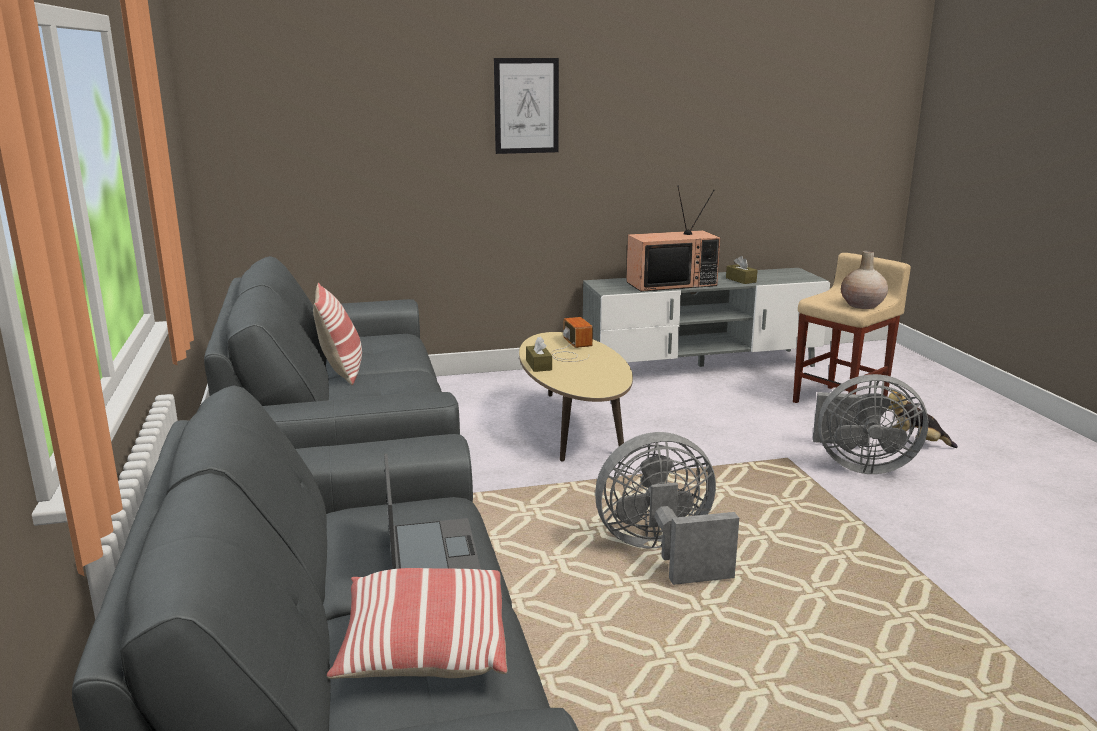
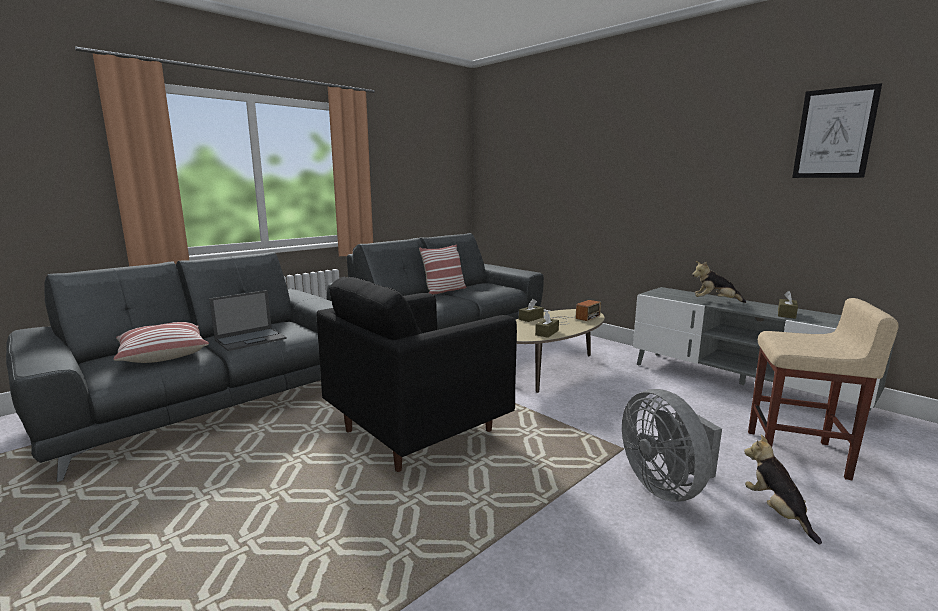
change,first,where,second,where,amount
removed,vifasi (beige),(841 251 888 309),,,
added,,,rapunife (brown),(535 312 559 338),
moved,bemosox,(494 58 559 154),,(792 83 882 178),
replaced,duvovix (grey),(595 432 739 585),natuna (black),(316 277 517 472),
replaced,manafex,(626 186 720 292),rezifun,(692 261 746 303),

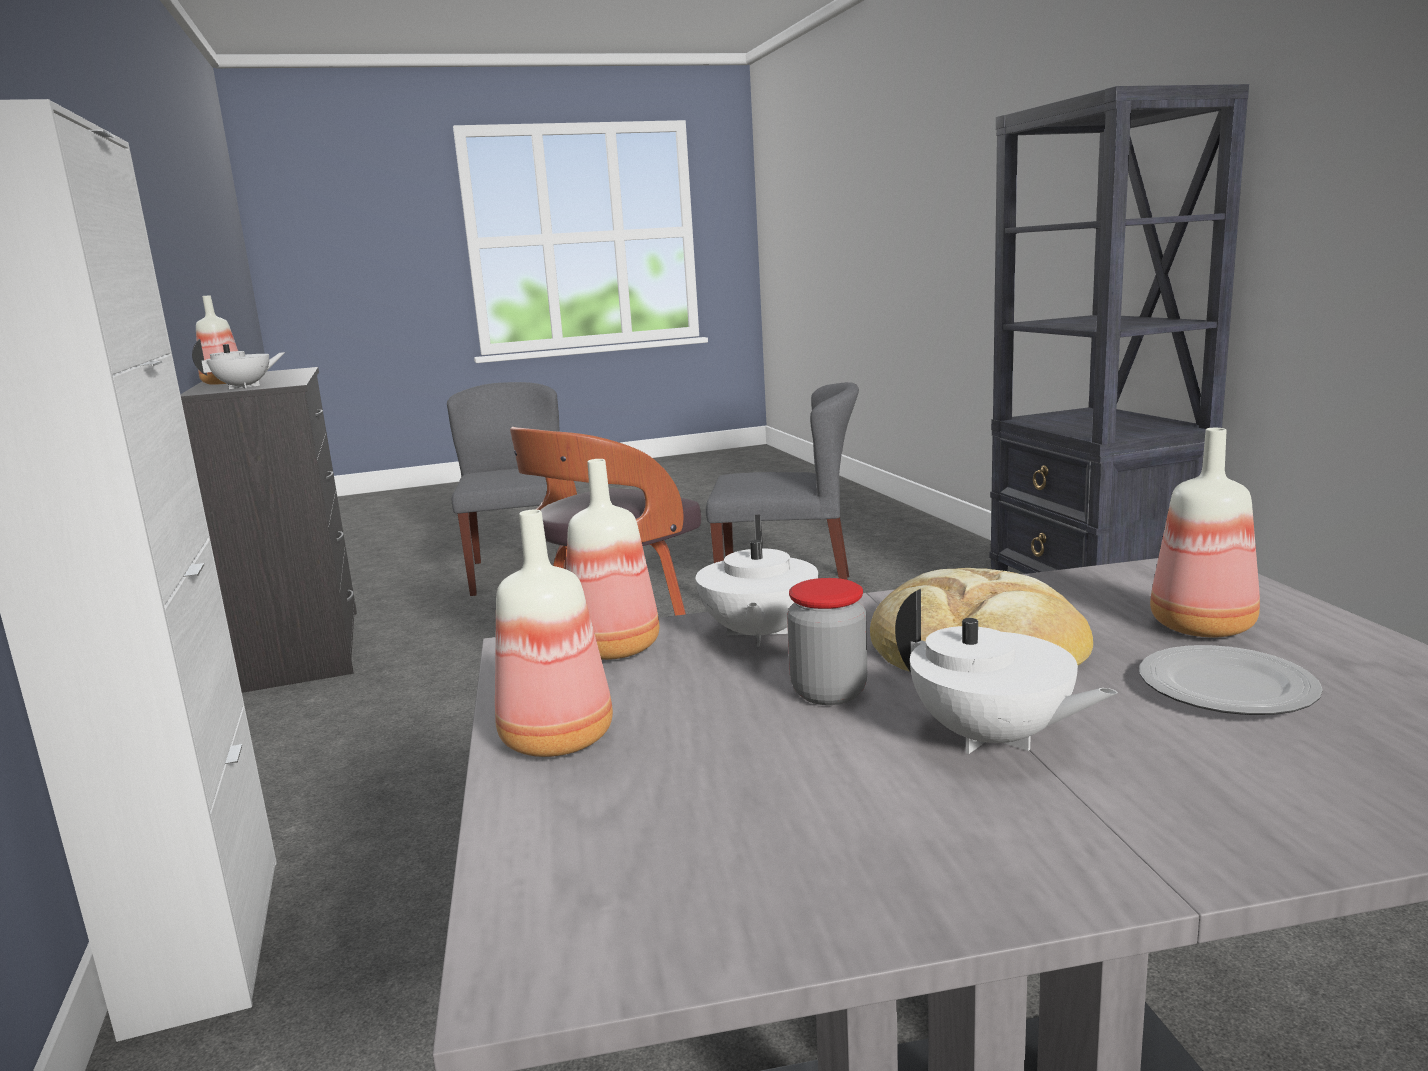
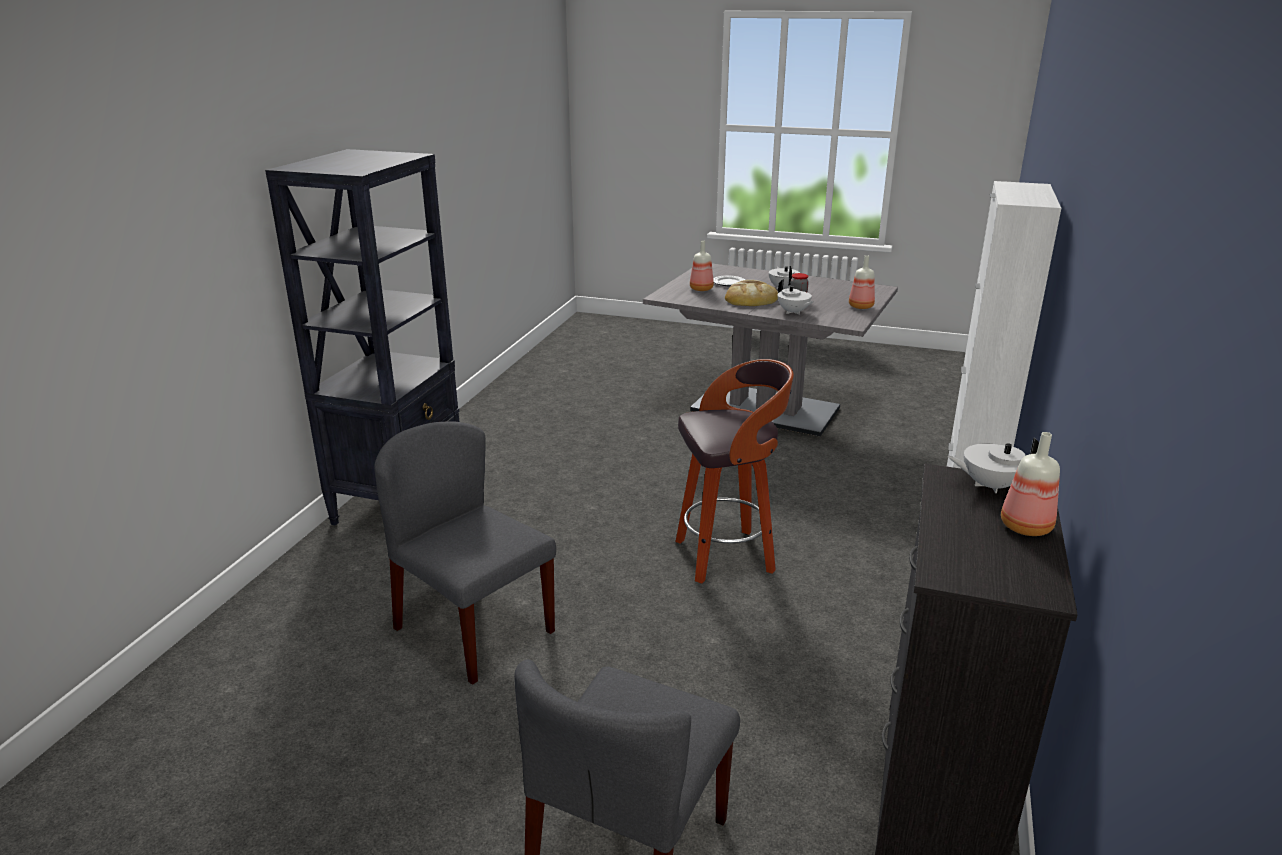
change,first,where,second,where,amount
removed,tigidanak,(566 459 659 660),,,
turned,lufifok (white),(695 515 818 647),,(778 279 813 315),105 degrees clockwise

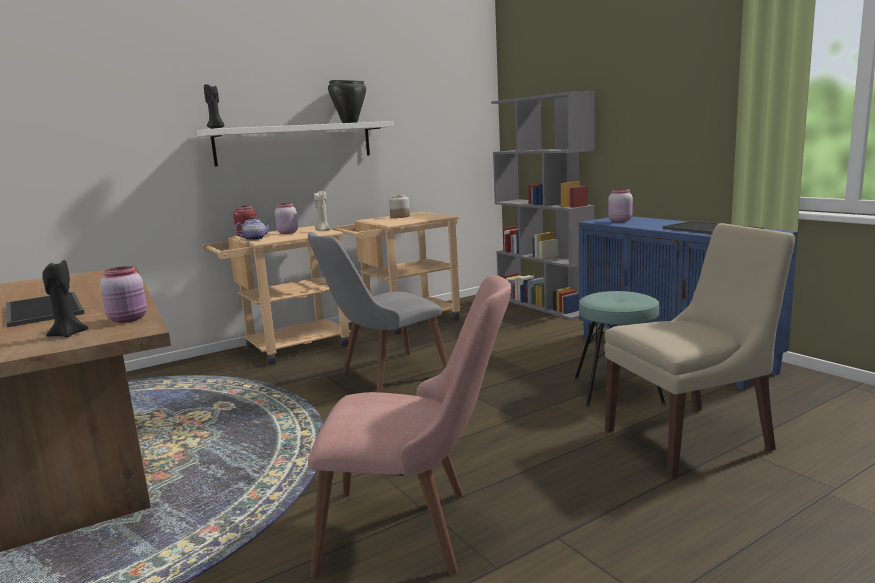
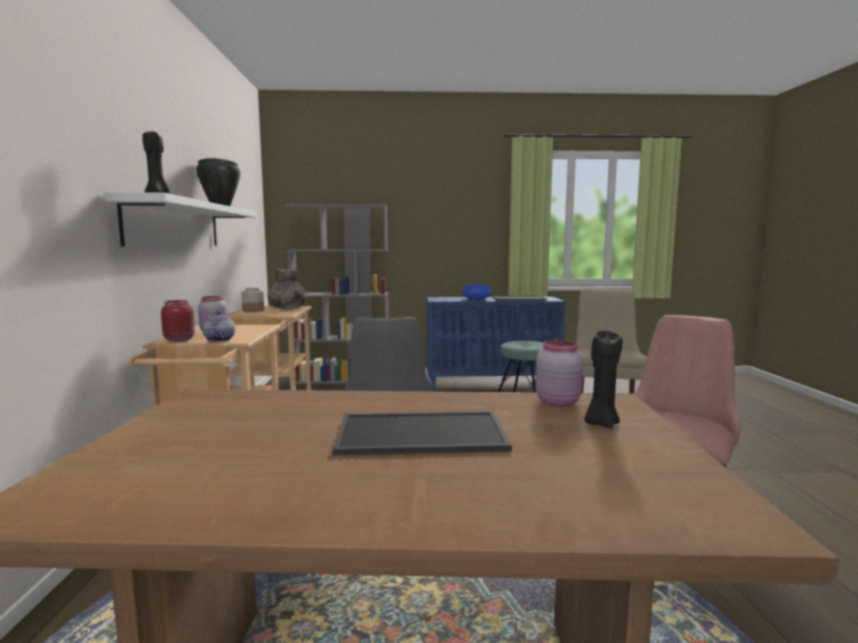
change,first,where,second,where,amount
removed,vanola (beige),(314 191 330 231),,,
removed,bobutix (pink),(608 189 633 222),,,
added,,,vifasi (grey),(267 269 307 309),
added,,,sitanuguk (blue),(462 284 491 300),

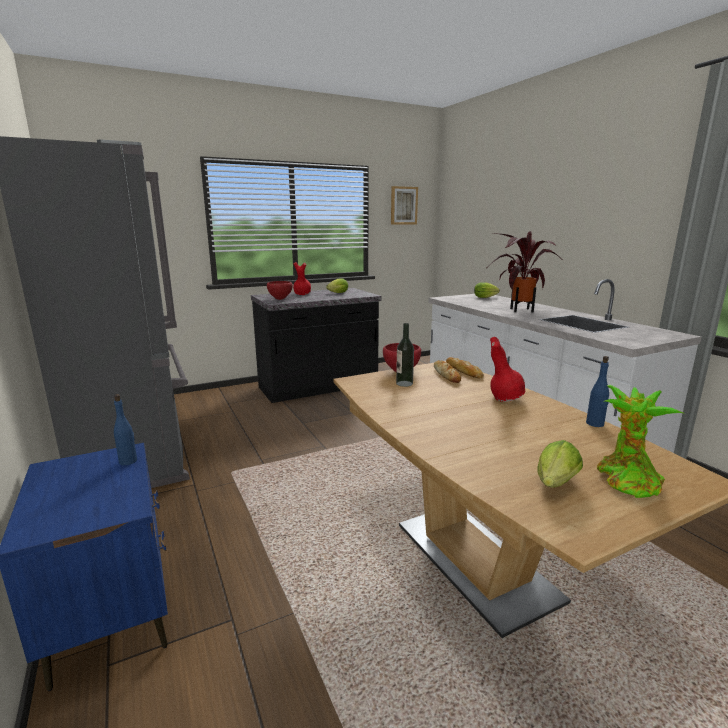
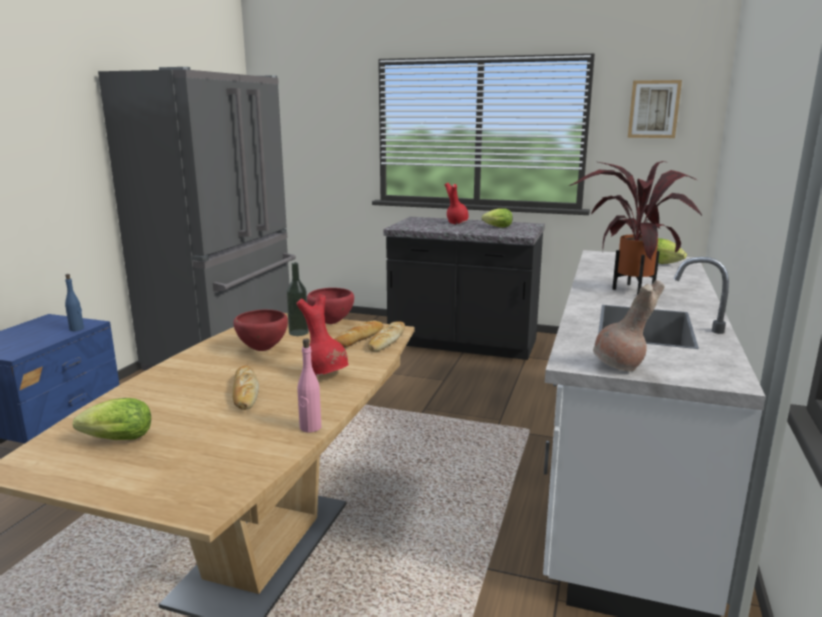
change,first,where,second,where,amount
removed,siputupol,(597 385 683 498),,,
added,,,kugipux,(232 366 259 410),
added,,,vifasi (brown),(593 280 665 372),
moved,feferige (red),(267 281 293 300),,(233 310 288 351),
recoloured,tigidanak (blue),(586 356 609 427),tigidanak (pink),(298 339 321 433),

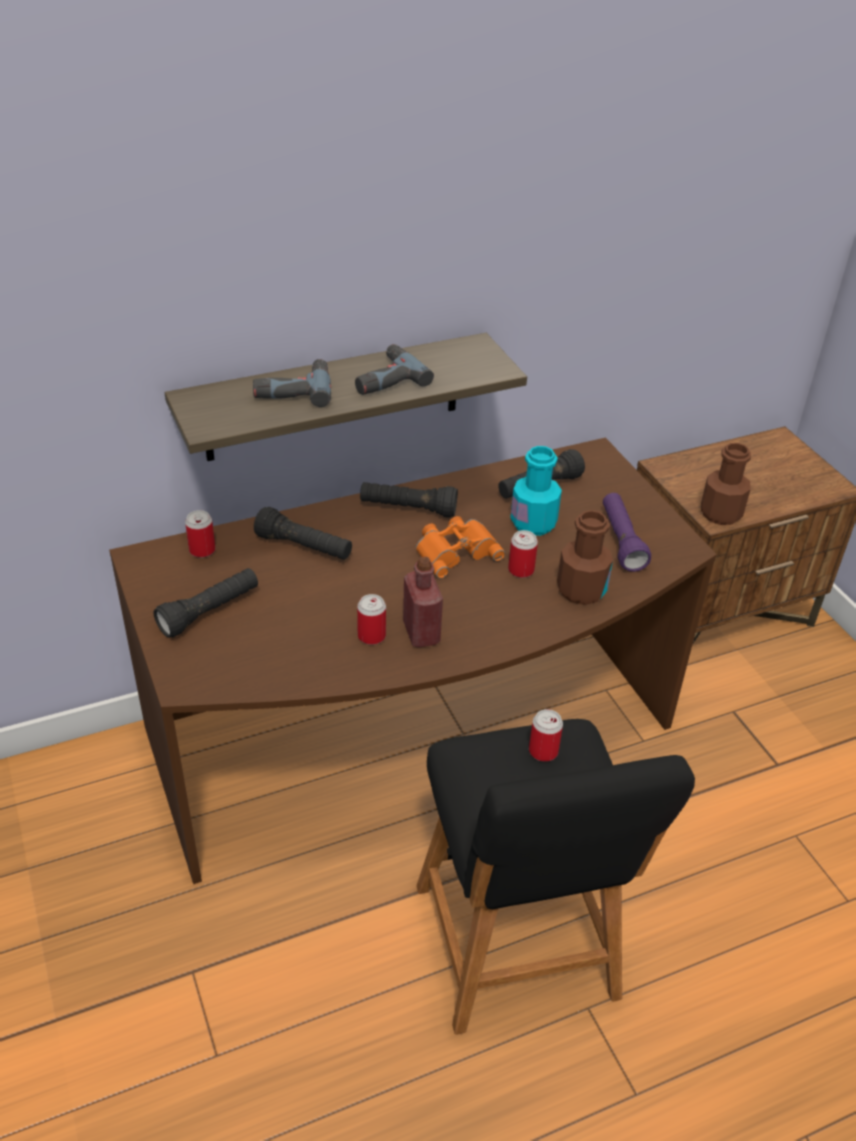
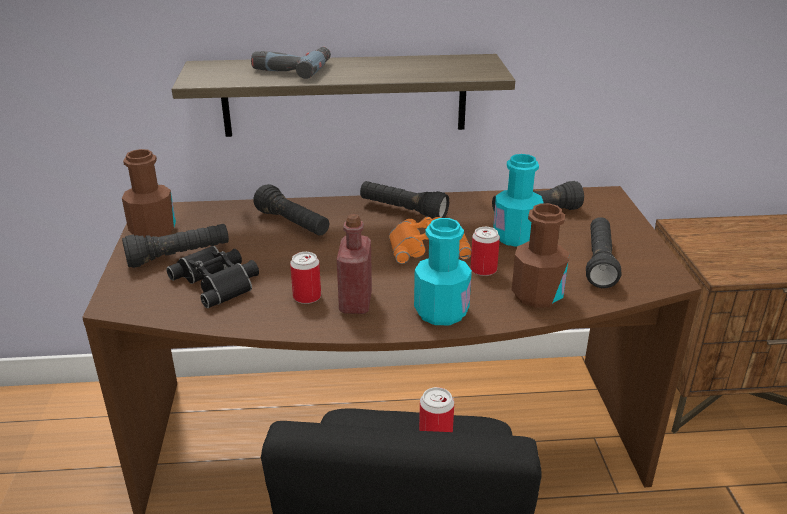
change,first,where,second,where,amount
removed,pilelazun,(185 510 215 558),,,
removed,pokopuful,(355 344 434 395),,,
added,,,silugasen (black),(166 246 259 308),
added,,,tigidanak (turquoise),(414 218 472 325),
moved,tigidanak (brown),(701 443 751 525),,(122 149 176 238),
recoloured,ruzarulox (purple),(603 493 651 572),ruzarulox (black),(586 217 621 288),

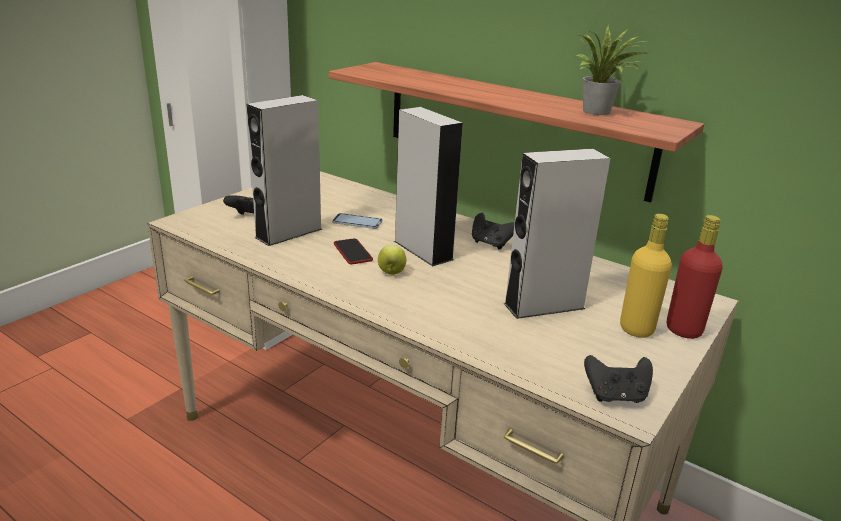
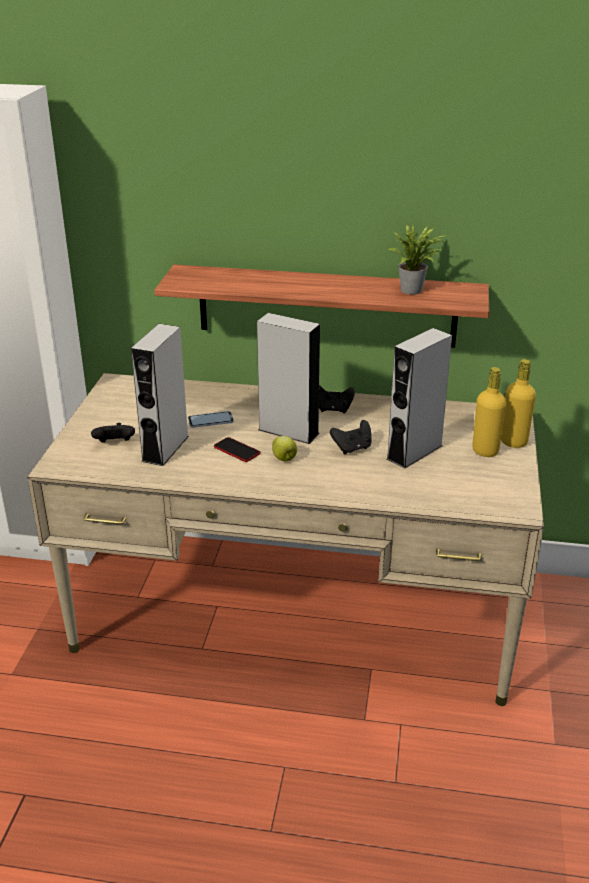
change,first,where,second,where,amount
moved,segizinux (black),(584 355 653 403),,(330 420 372 454),
recoloured,tigidanak (red),(667 215 723 339),tigidanak (yellow),(501 359 536 448),

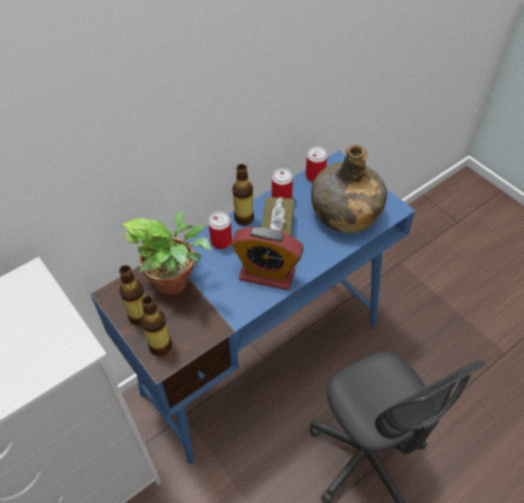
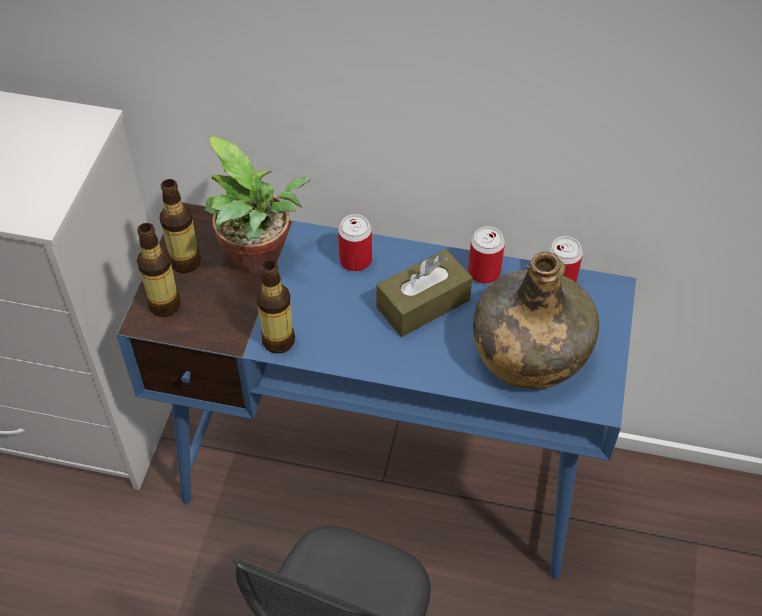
change,first,where,second,where,amount
removed,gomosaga,(231 227 304 290),,,
moved,tigidanak,(232 164 254 226),,(256 260 295 354),

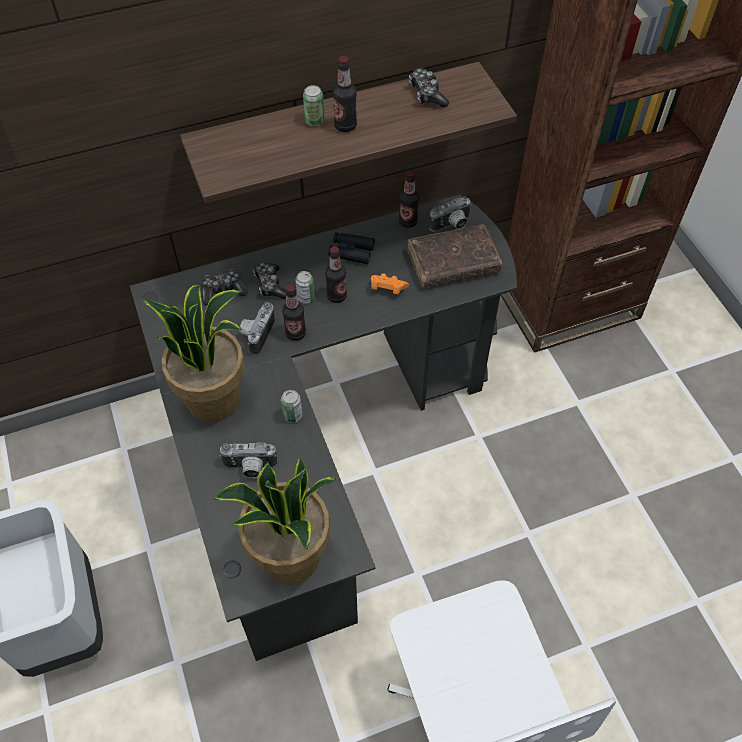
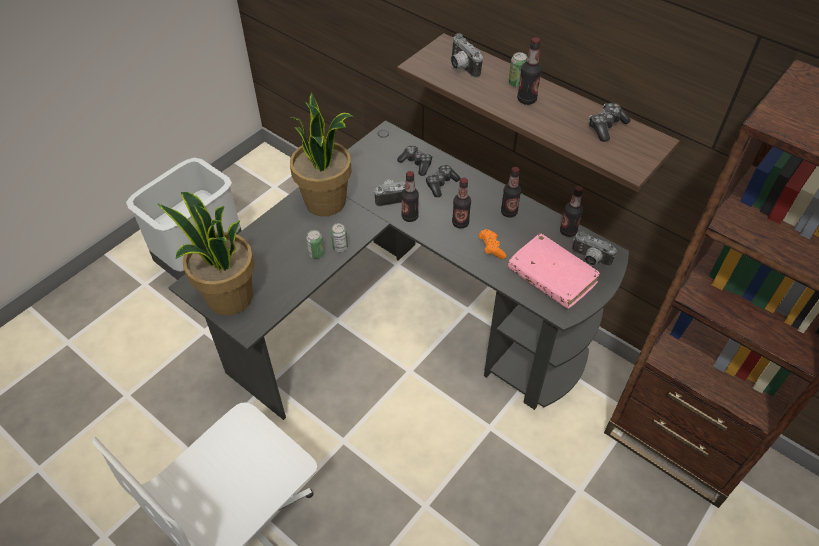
change,first,where,second,where,amount
moved,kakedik,(220 442 277 478),,(450 33 483 78),
moved,pilelazun,(295 271 315 304),,(306 230 324 259),
replaced,silugasen (black),(328 232 375 264),tigidanak,(501 167 521 218),
recoloured,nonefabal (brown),(407 224 502 288),nonefabal (pink),(508 233 600 309),

